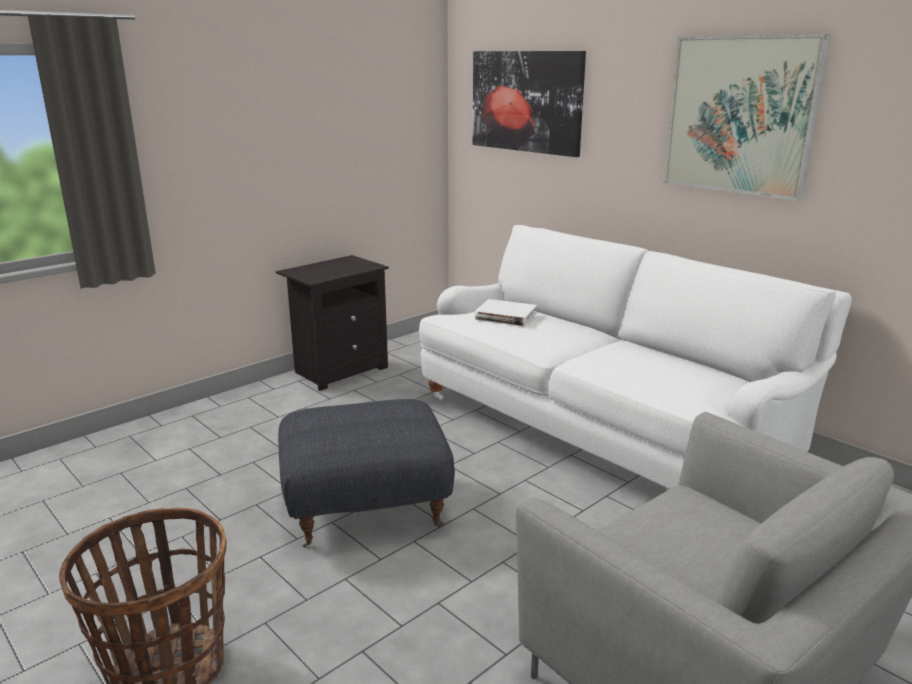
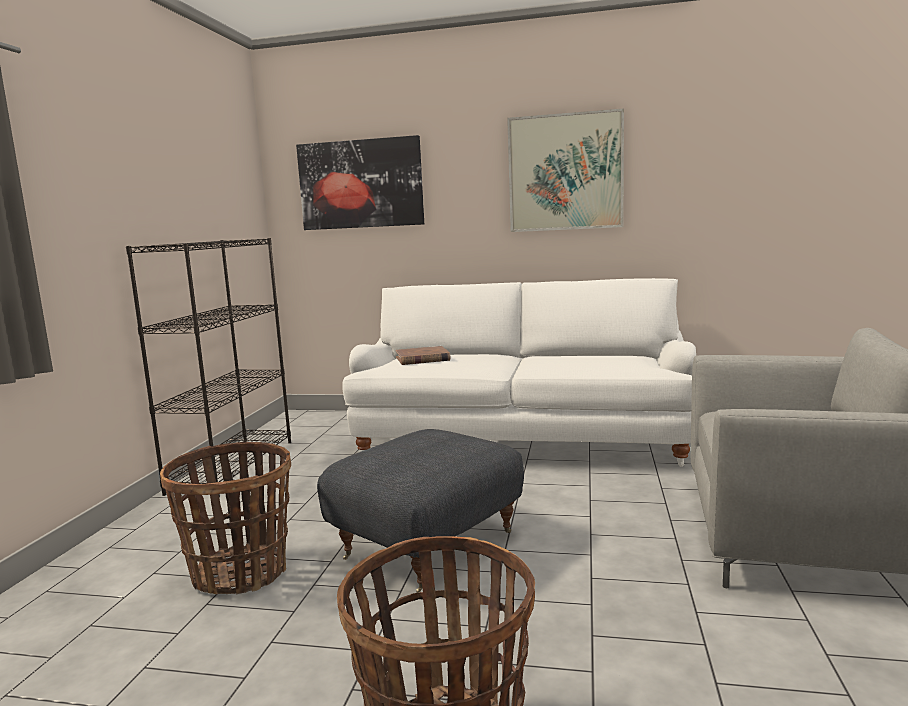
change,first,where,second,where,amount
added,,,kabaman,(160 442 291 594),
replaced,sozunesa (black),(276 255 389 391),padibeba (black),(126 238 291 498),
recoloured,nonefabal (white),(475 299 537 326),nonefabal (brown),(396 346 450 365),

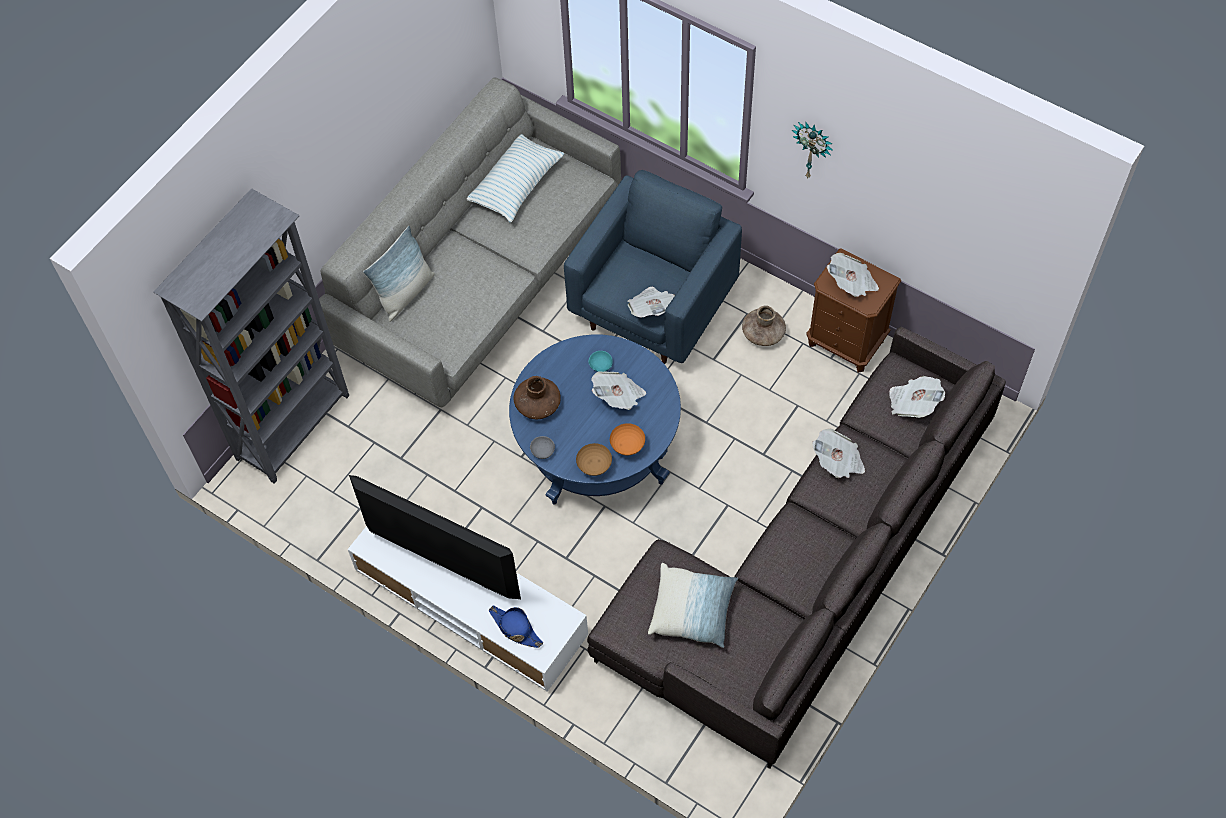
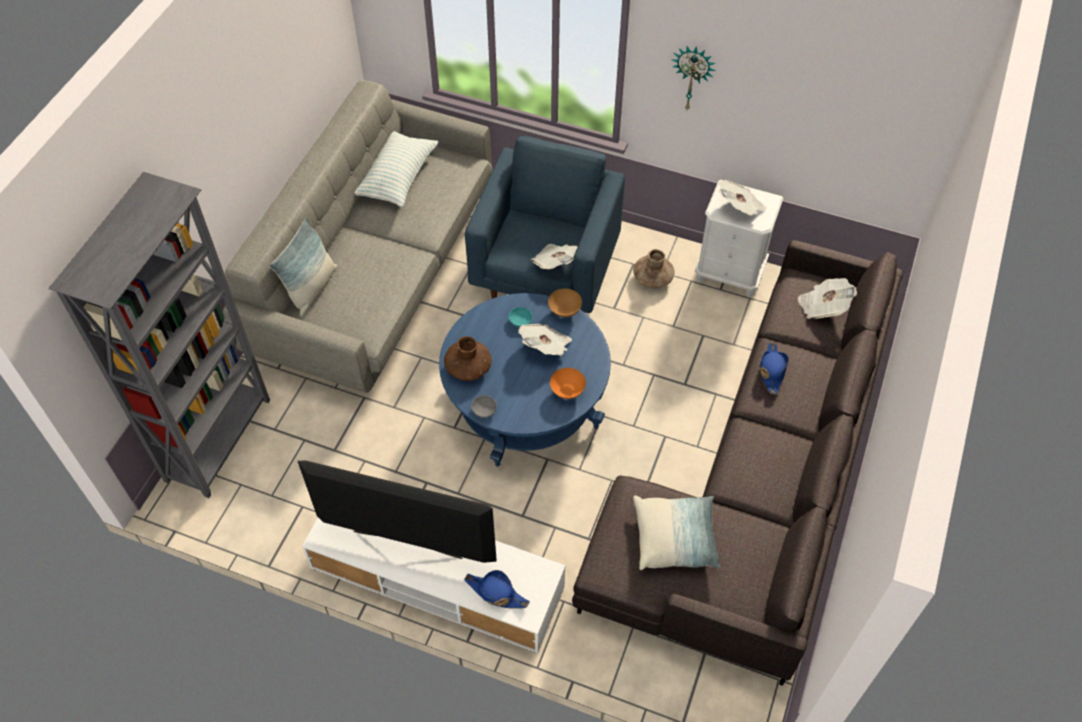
change,first,where,second,where,amount
moved,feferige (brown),(576 443 612 476),,(548 288 582 317),
replaced,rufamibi,(812 429 865 478),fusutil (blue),(759 343 789 394),
recoloured,sozunesa (brown),(806 248 901 373),sozunesa (white),(695 179 784 298),

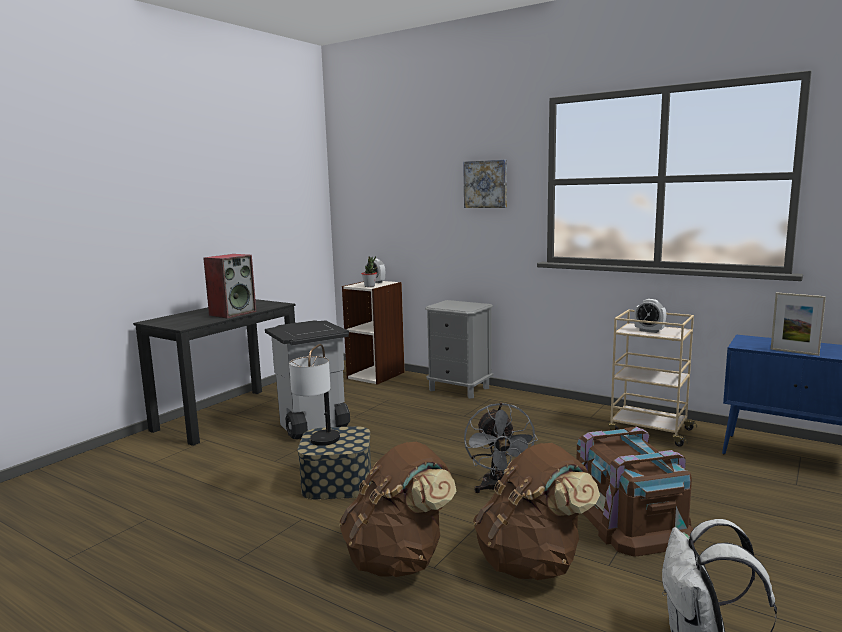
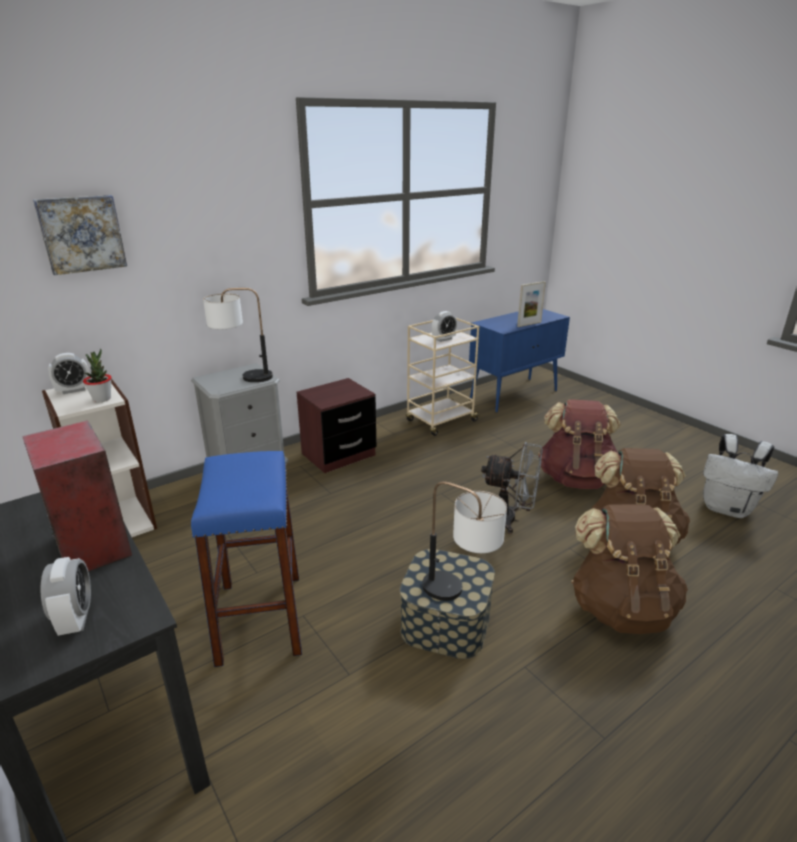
change,first,where,second,where,amount
added,,,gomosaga,(41 557 91 636),
added,,,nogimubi,(203 288 273 382),
added,,,sozunesa (brown),(297 378 376 473),
moved,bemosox,(463 160 507 208),,(33 195 127 275),
replaced,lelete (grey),(265 320 350 439),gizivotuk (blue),(191 451 302 667),
replaced,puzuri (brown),(577 427 695 557),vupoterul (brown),(538 399 621 489),

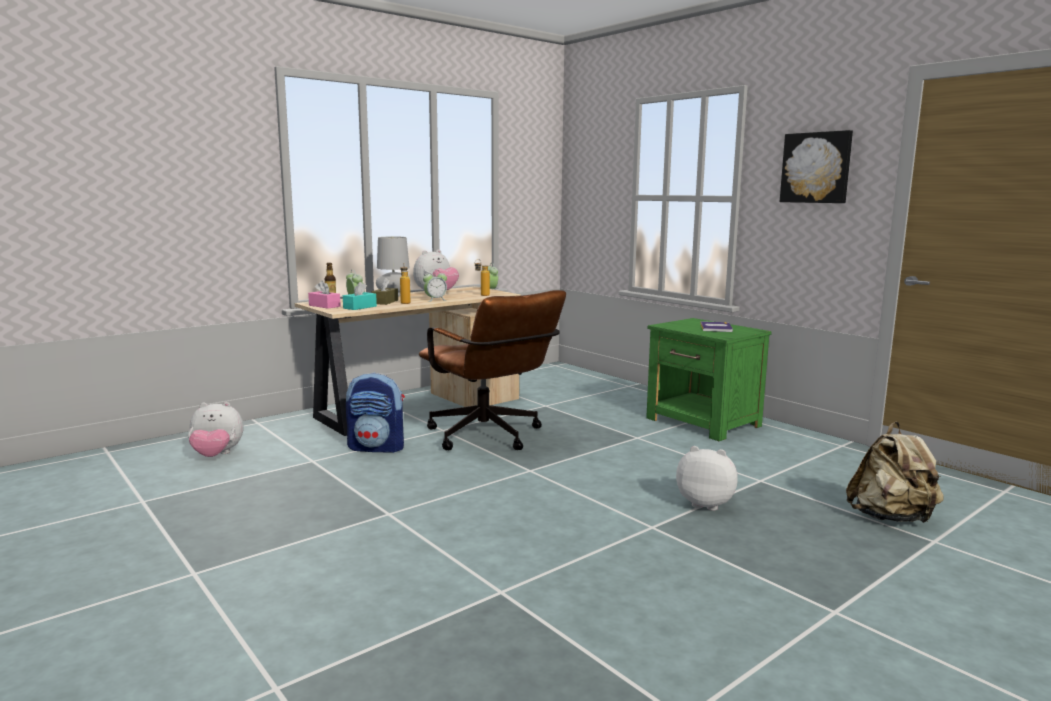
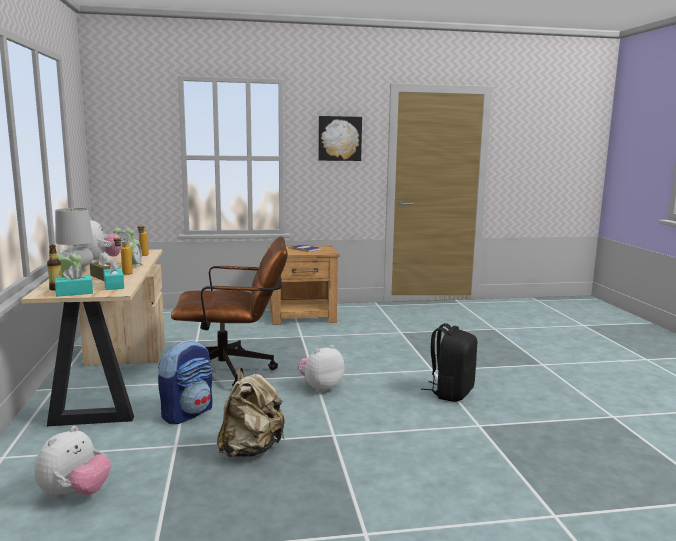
change,first,where,second,where,amount
added,,,vupoterul (black),(421 323 477 402),
moved,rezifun,(676 446 738 511),,(297 345 344 393),
moved,vupoterul (beige),(846 422 944 523),,(217 367 285 457),
recoloured,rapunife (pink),(308 281 341 309),rapunife (turquoise),(55 265 93 297),
recoloured,sozunesa (green),(646 318 772 441),sozunesa (brown),(268 245 340 325),

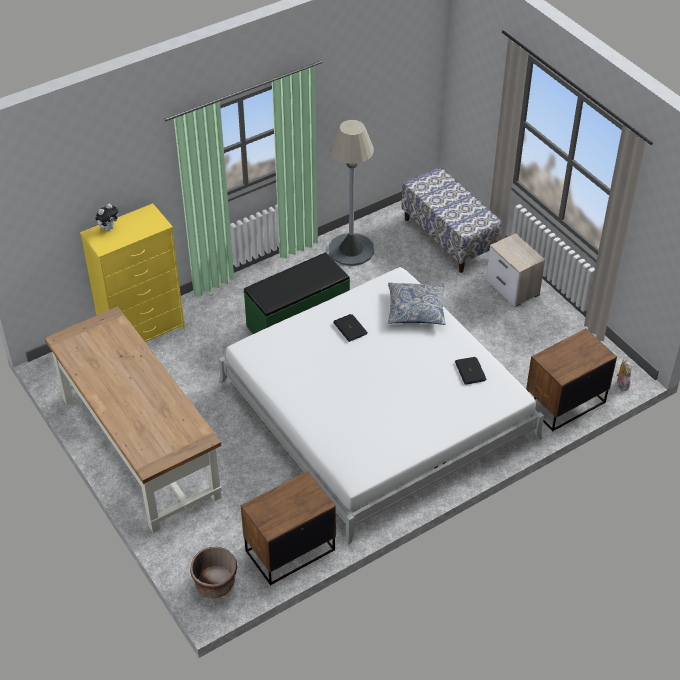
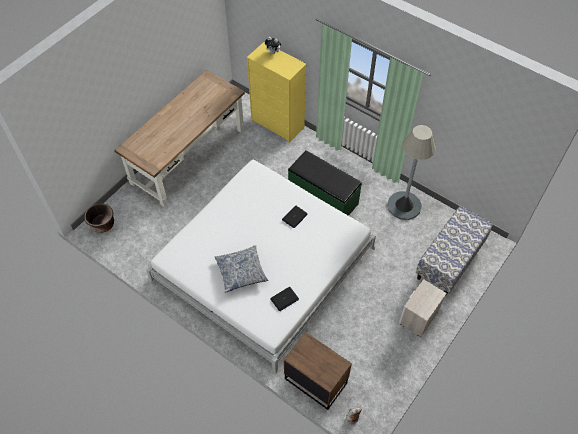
change,first,where,second,where,amount
removed,sozunesa (brown),(241 471 336 586),,,
moved,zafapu,(388 282 446 325),,(215 245 268 293),

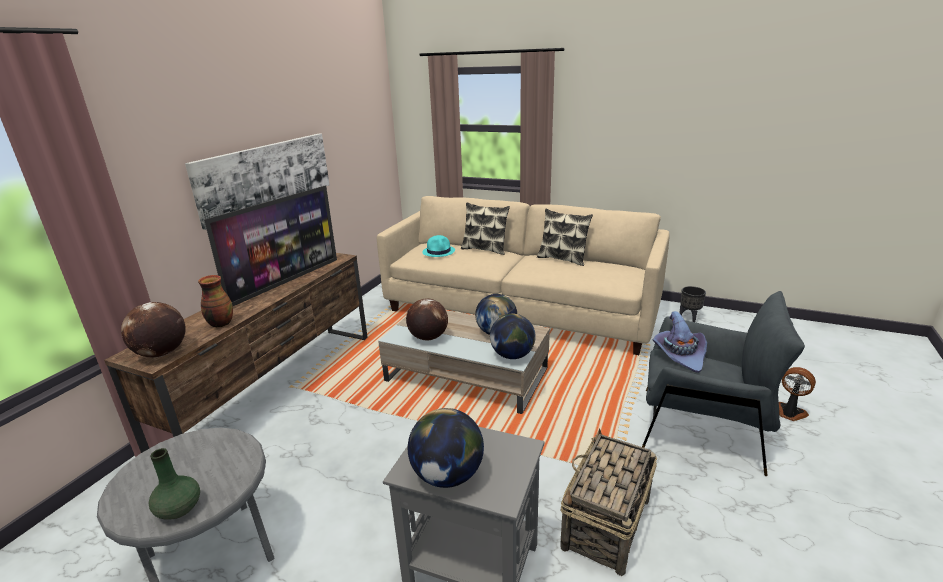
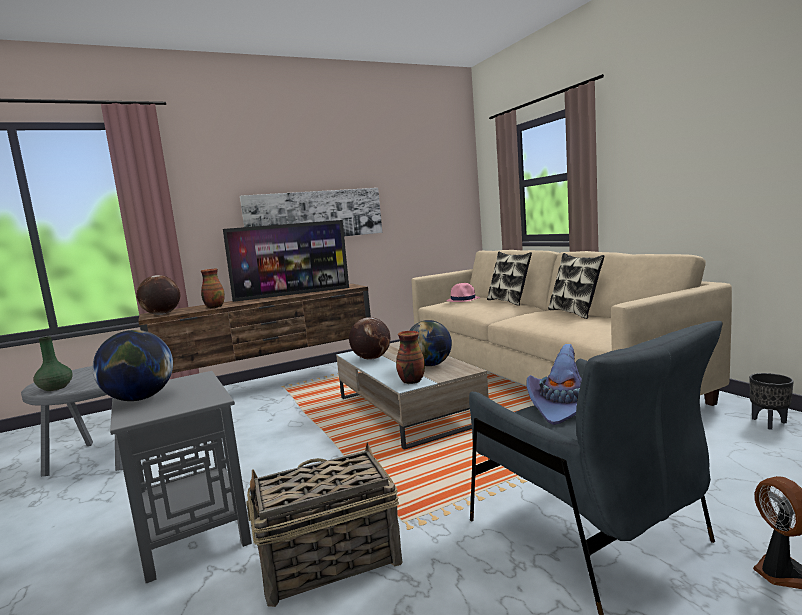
change,first,where,second,where,amount
replaced,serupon,(490 314 536 359),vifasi,(396 331 425 384),
recoloured,fusutil (turquoise),(422 235 455 257),fusutil (pink),(446 283 480 302),

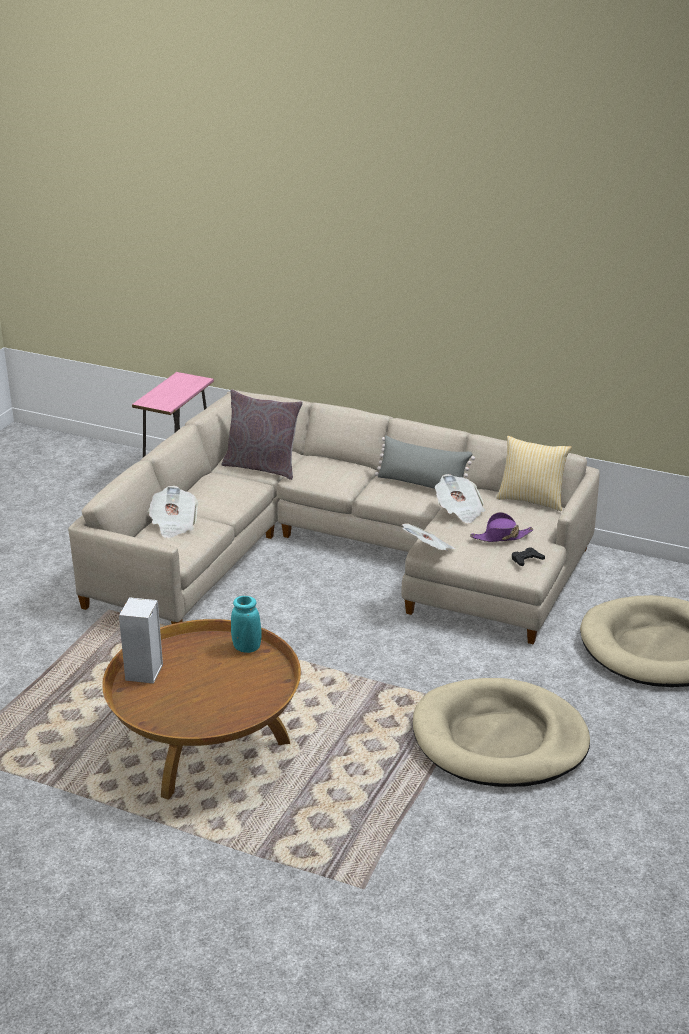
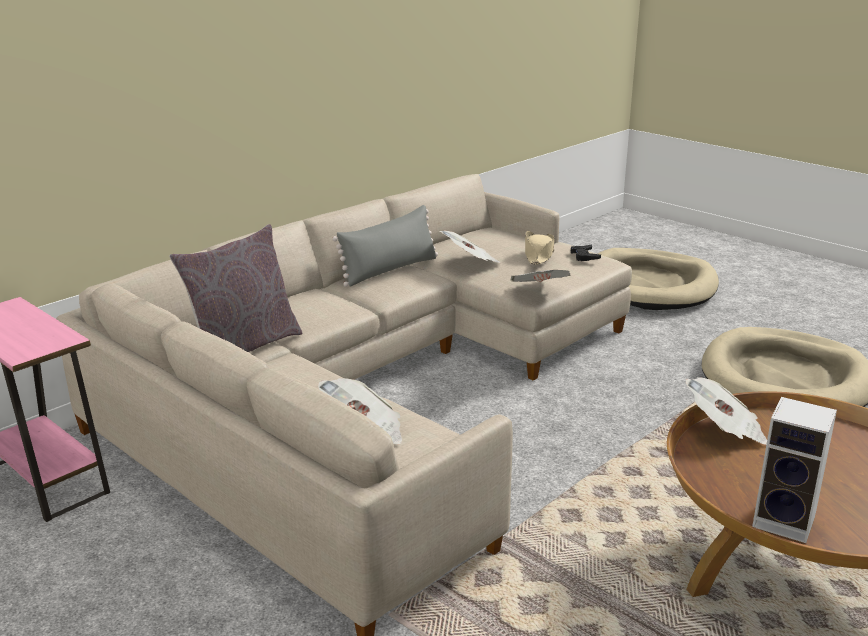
change,first,where,second,where,amount
removed,zafapu,(497 436 572 511),,,
replaced,vifasi (turquoise),(231 596 262 653),rufamibi,(685 377 767 445),
recoloured,fusutil (purple),(470 512 534 542),fusutil (beige),(525 231 555 265),

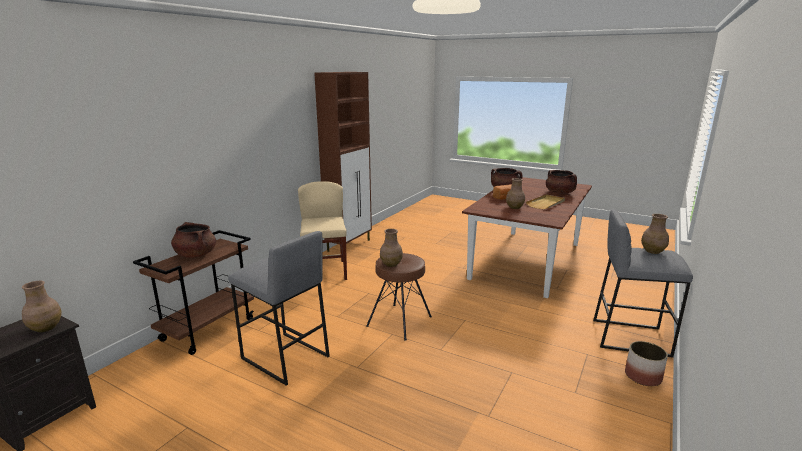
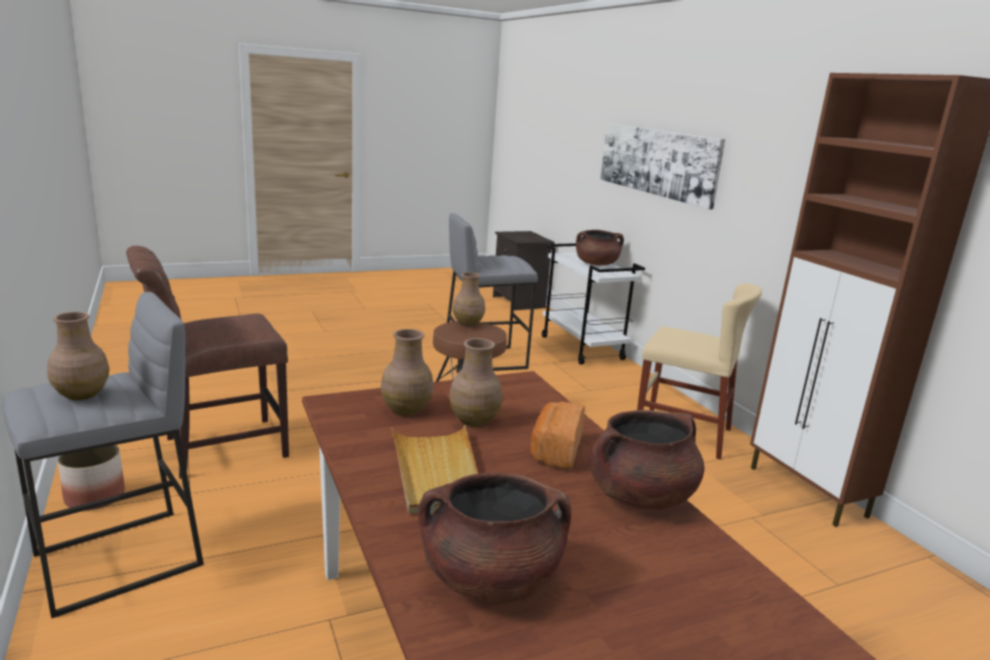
change,first,where,second,where,amount
added,,,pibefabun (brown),(126 246 289 479),
added,,,bemosox,(600 123 725 209),
moved,vifasi (brown),(22 281 62 332),,(381 329 433 416),
recoloured,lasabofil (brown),(133 230 254 355),lasabofil (white),(542 243 645 365),

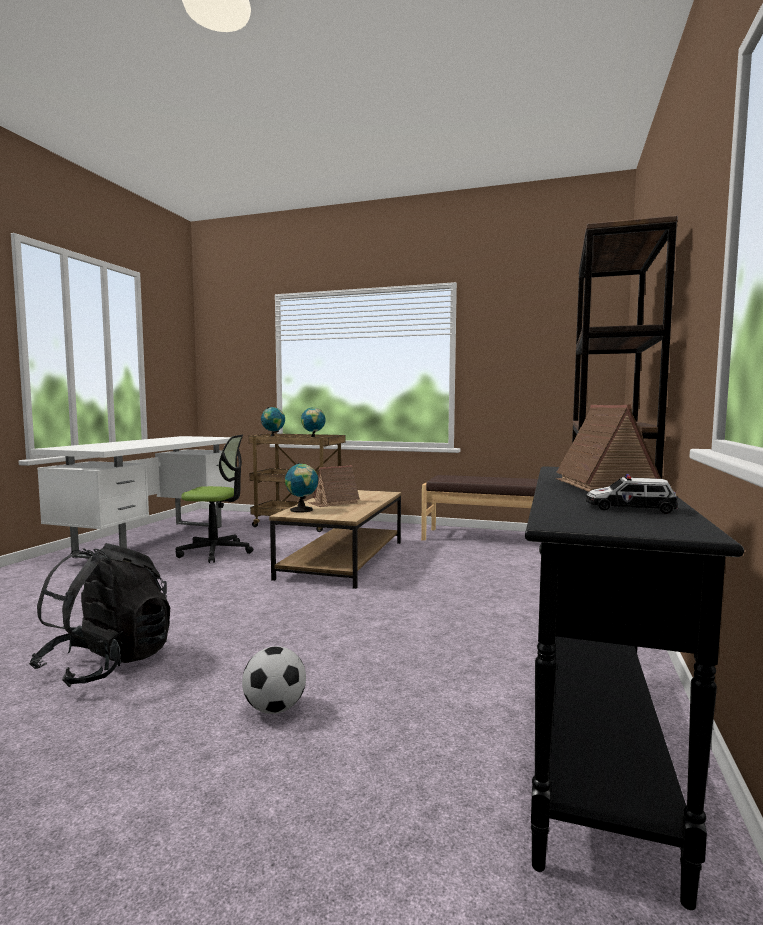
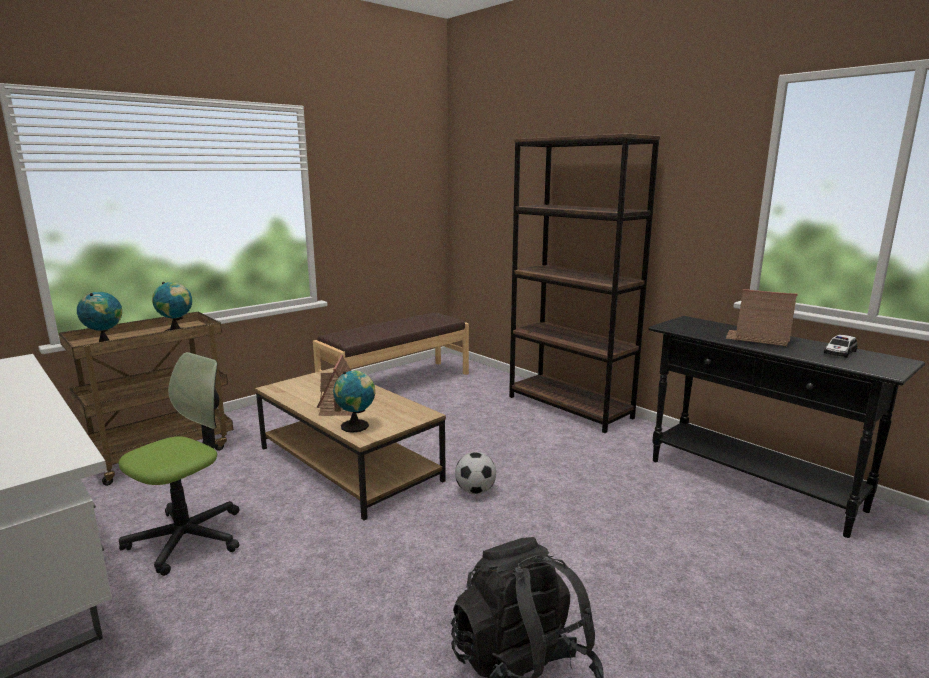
change,first,where,second,where,amount
moved,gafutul,(242 646 306 714),,(455 452 496 494),

